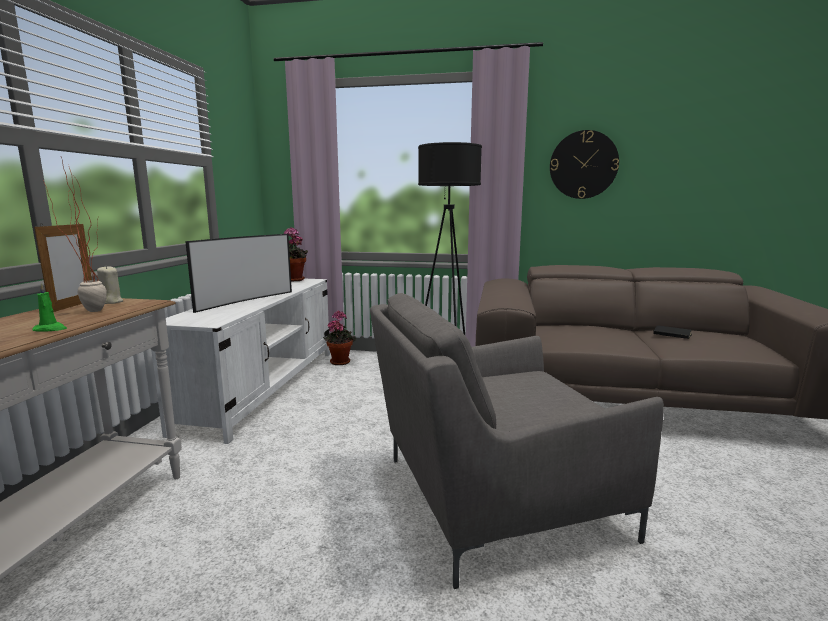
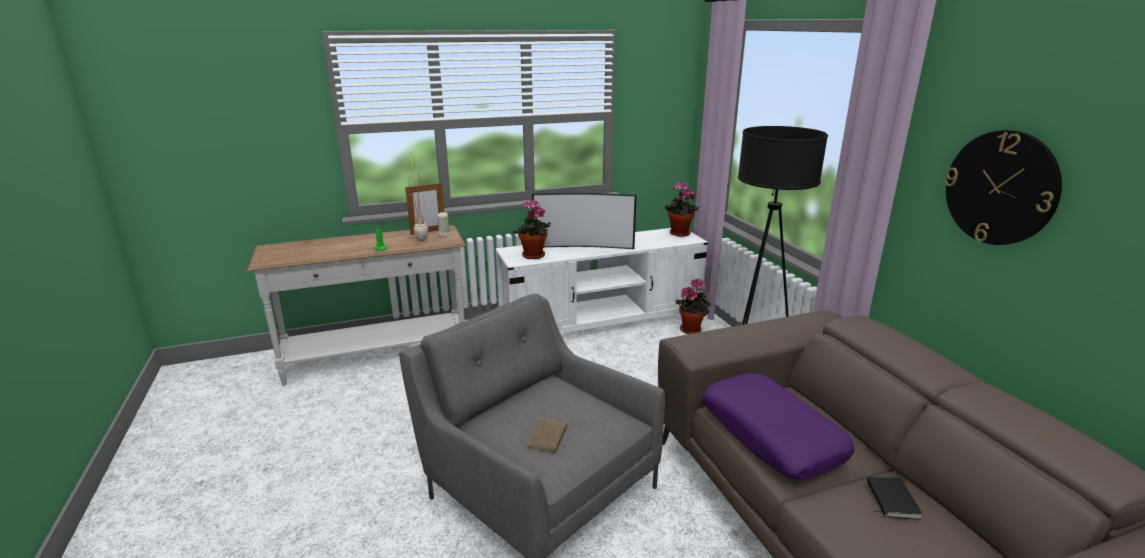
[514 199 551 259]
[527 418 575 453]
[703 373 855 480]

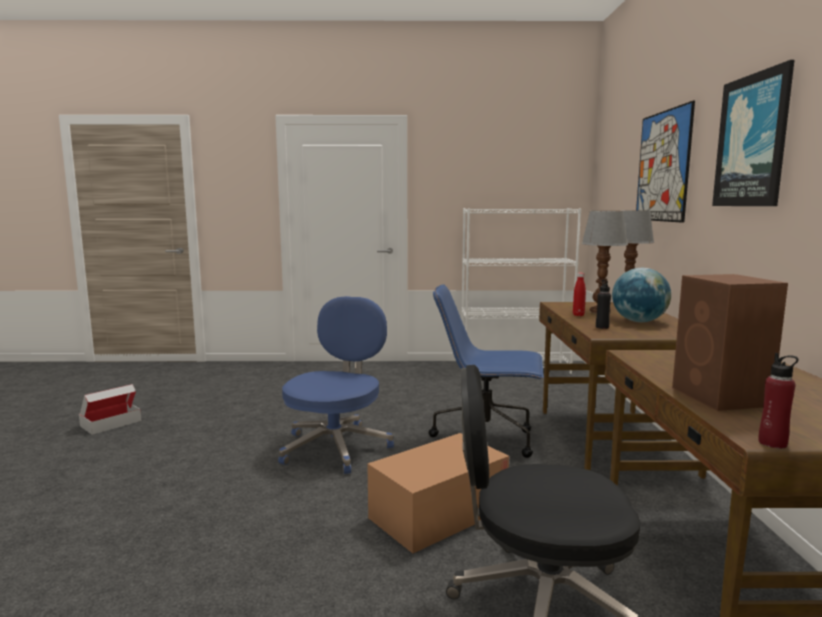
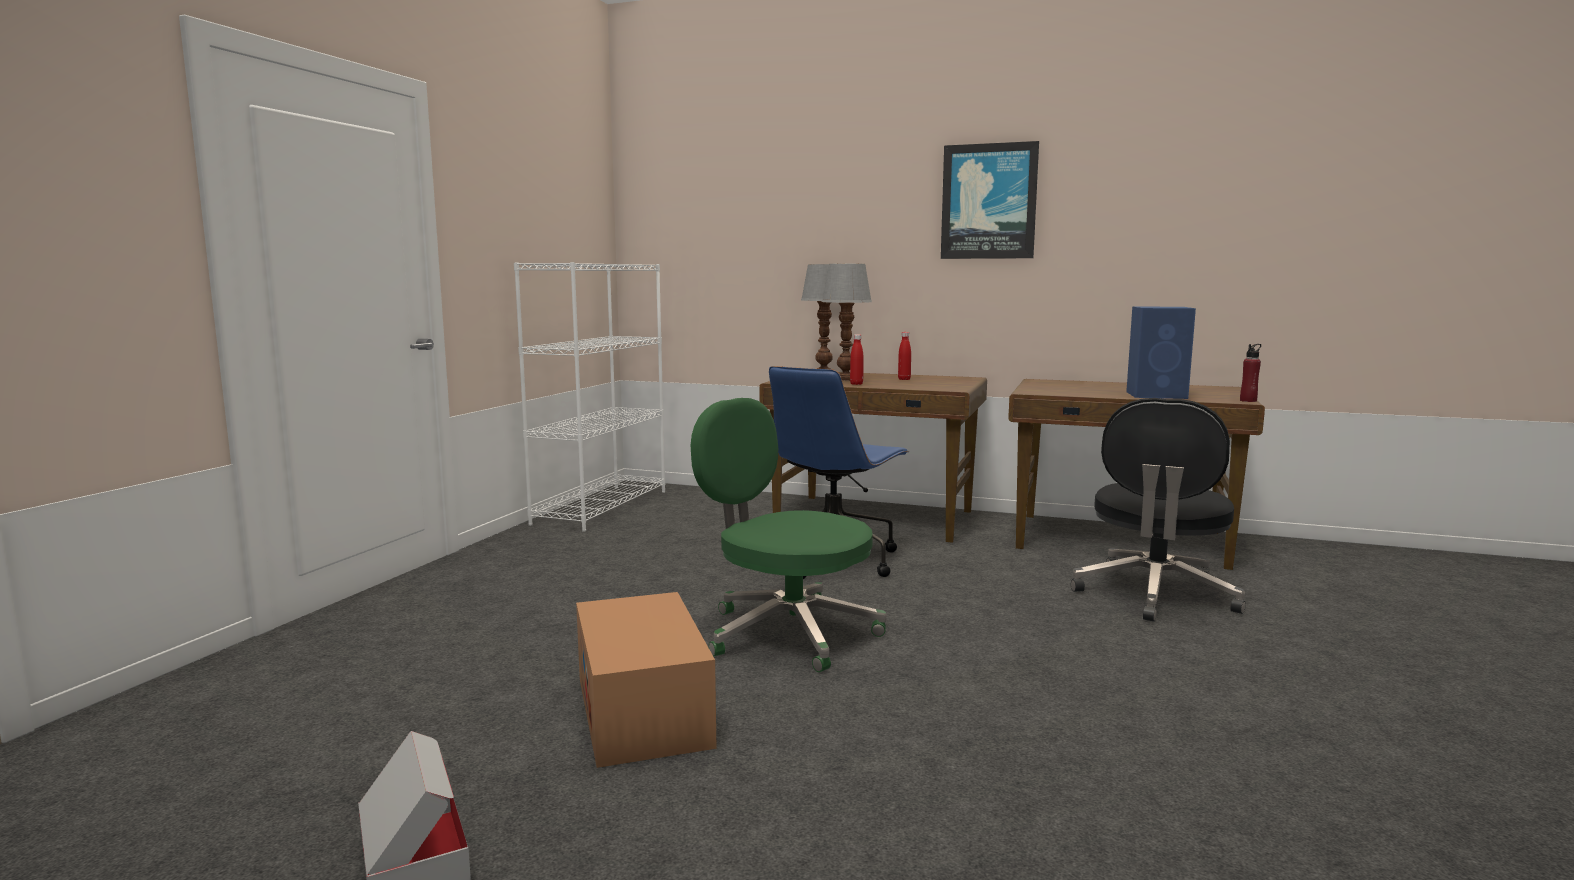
[691 398 887 672]
[576 592 717 768]
[596 280 611 329] (first image)
[898 332 911 380]
[636 101 695 223] (first image)
[1126 306 1196 399]

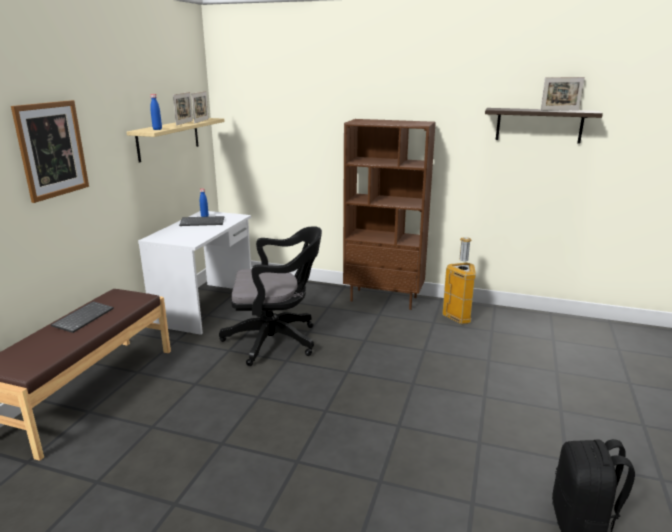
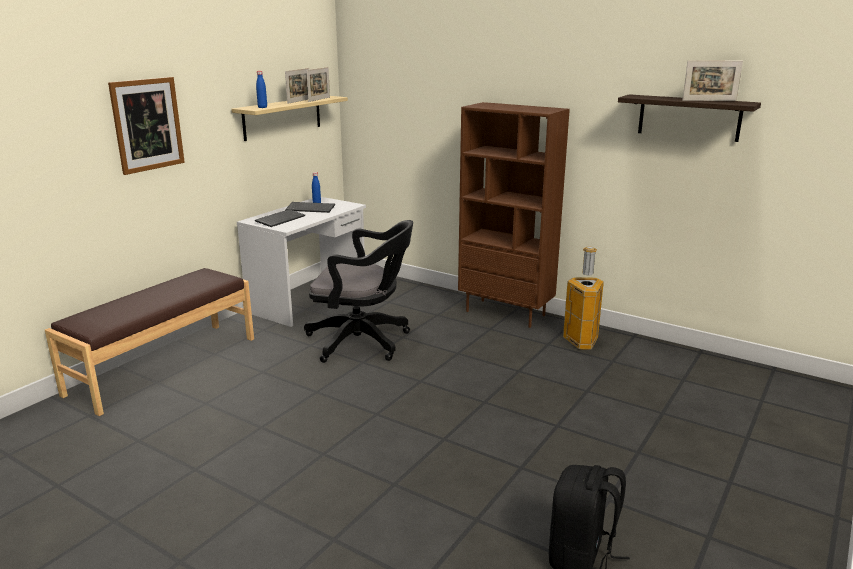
[255 209 305 227]

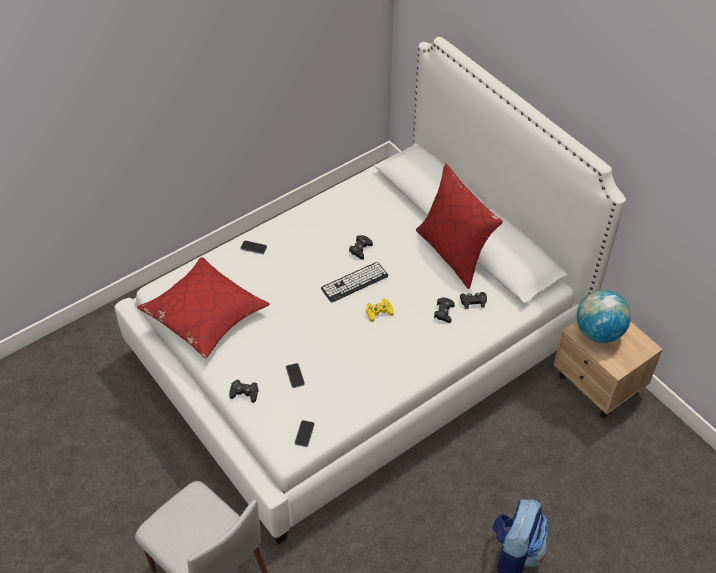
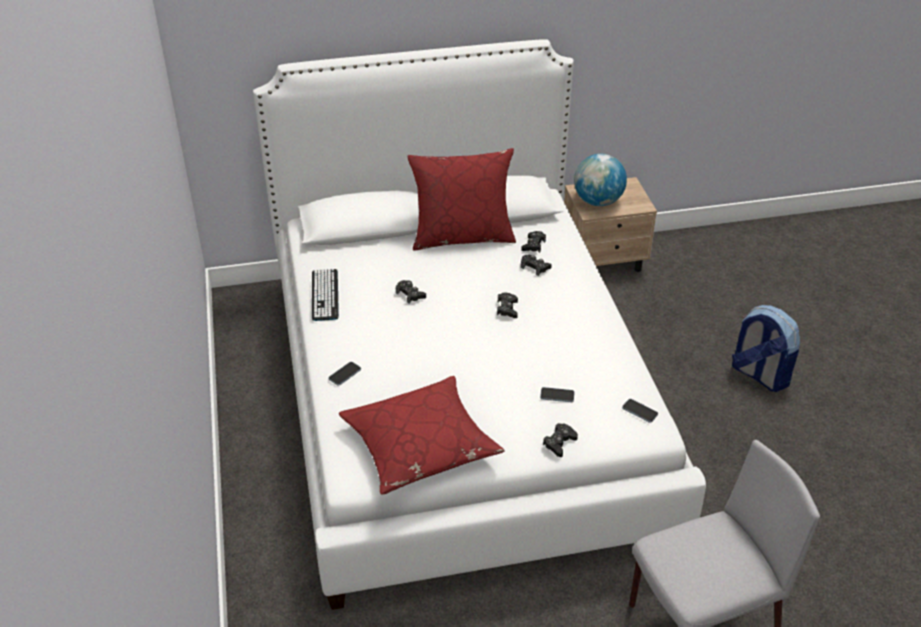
[312 269 339 321]
[497 292 518 318]

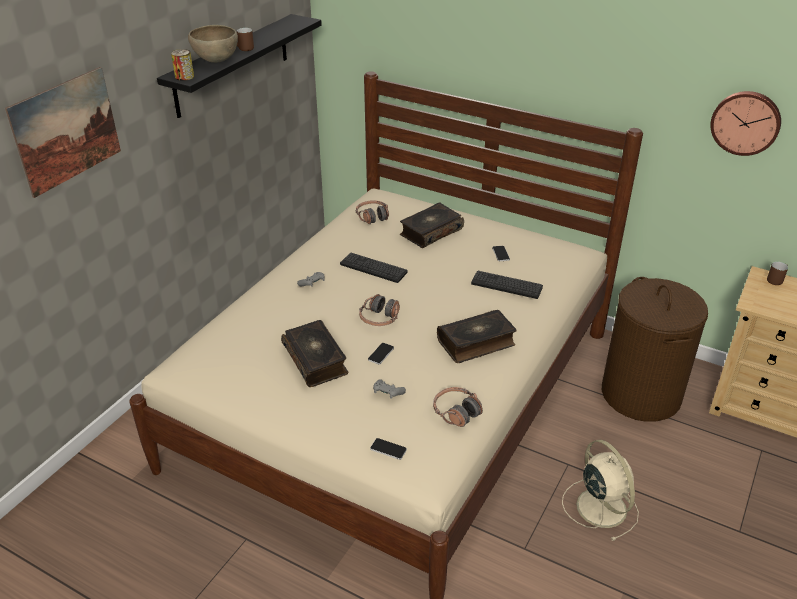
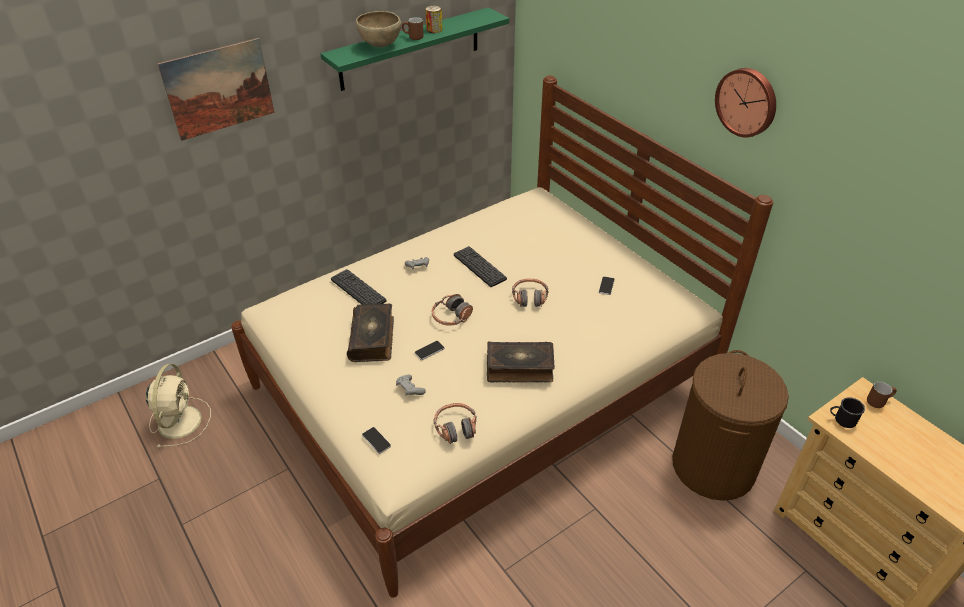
[320 7 509 91]
[425 6 442 33]
[512 278 549 307]
[400 203 464 248] (first image)
[331 269 387 305]
[146 364 211 448]
[715 68 776 138]
[830 397 865 428]

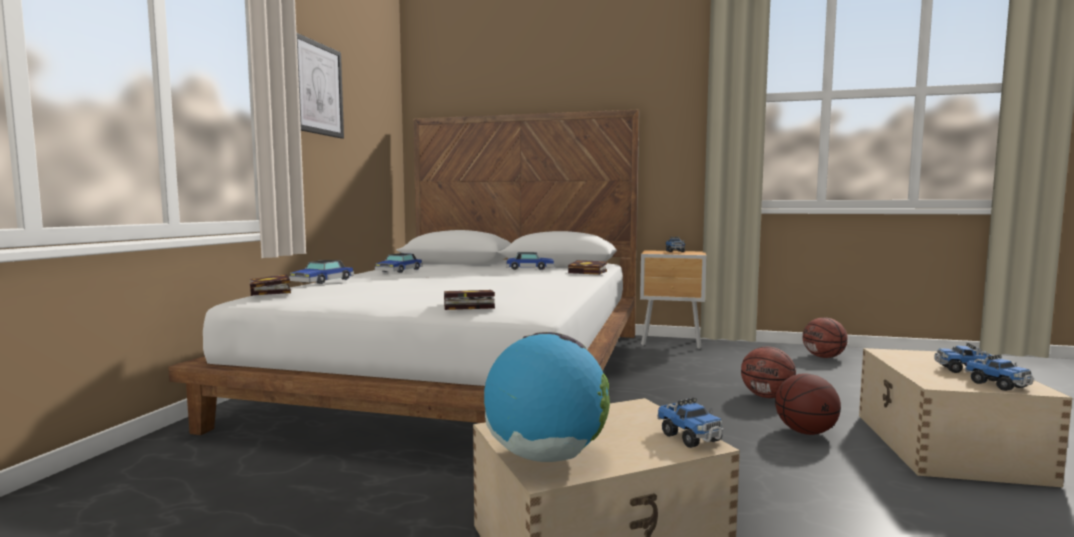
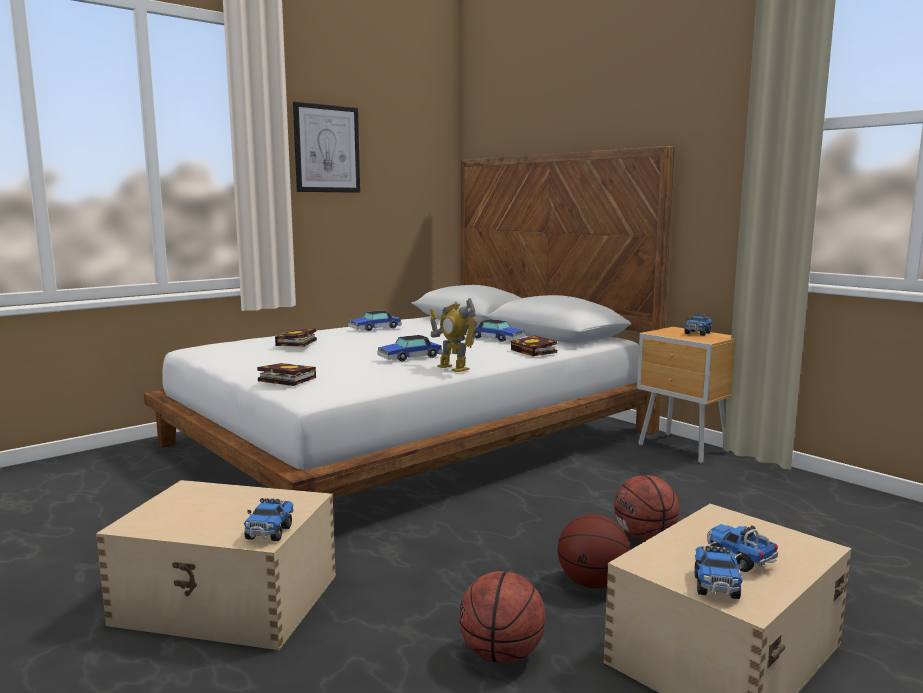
[275 329 317 347]
[377 335 442 361]
[484 332 610 462] (first image)
[459 571 545 664]
[430 298 478 372]

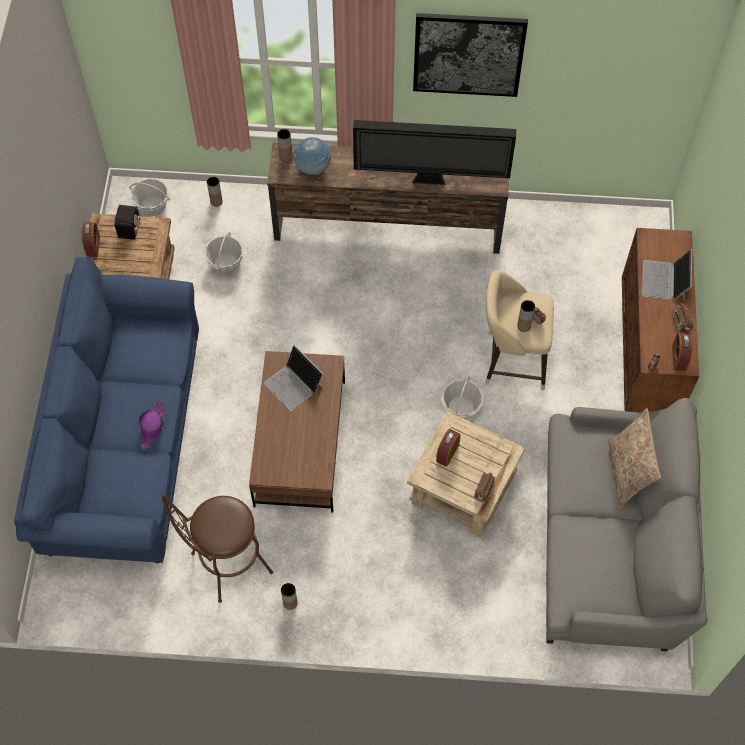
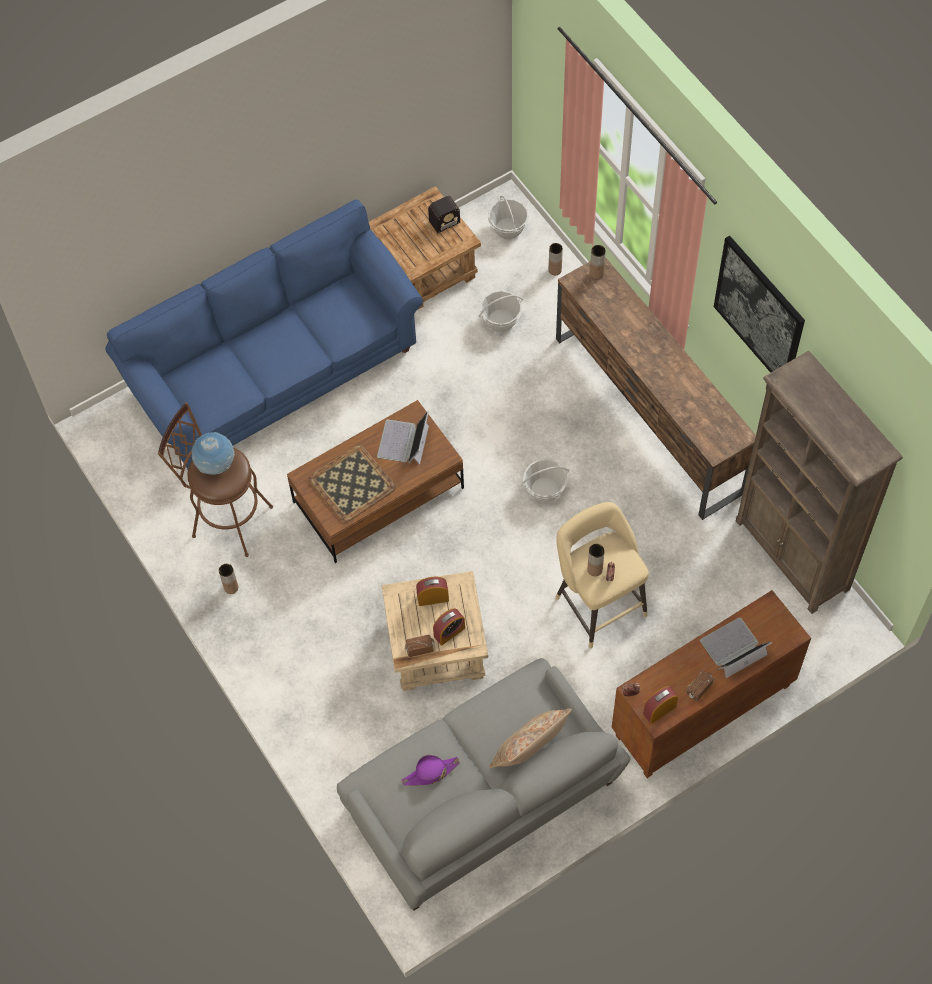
[433 608 465 645]
[401 755 460 785]
[192 432 235 475]
[353 120 516 185] (first image)
[521 459 569 502]
[308 445 396 522]
[736 351 903 614]

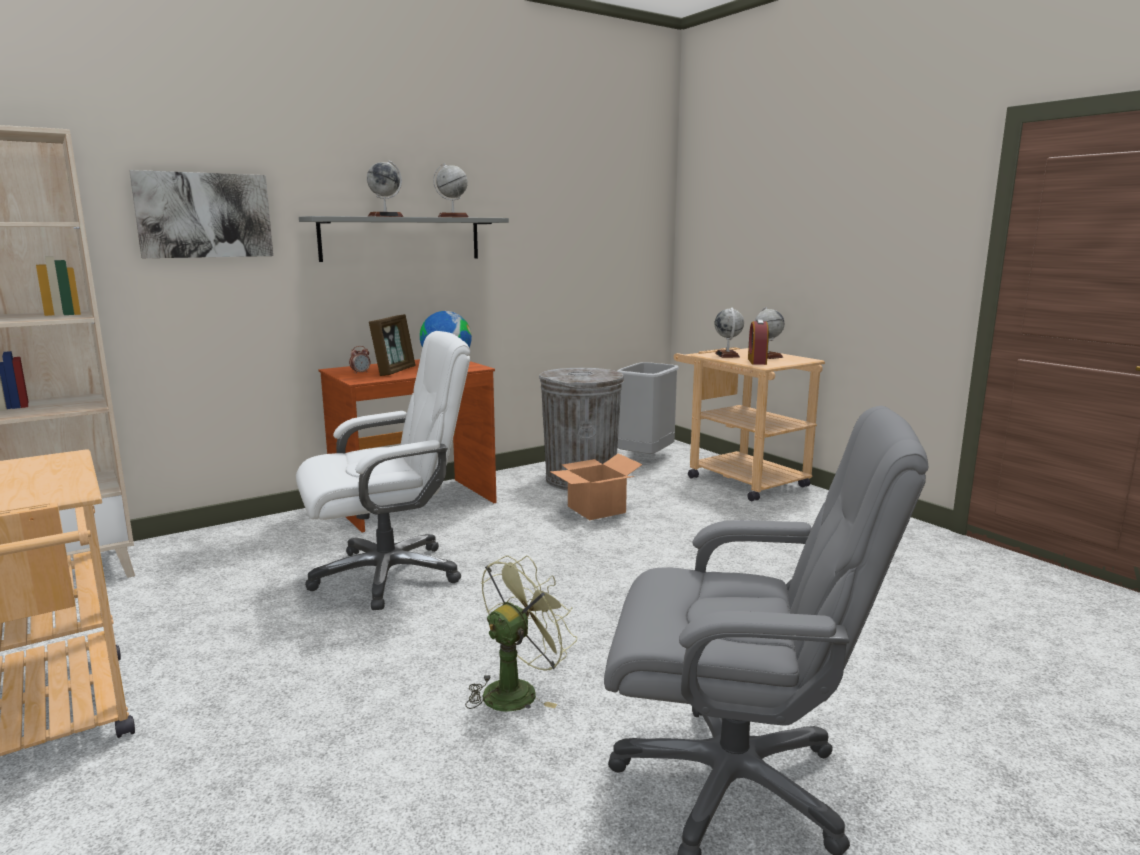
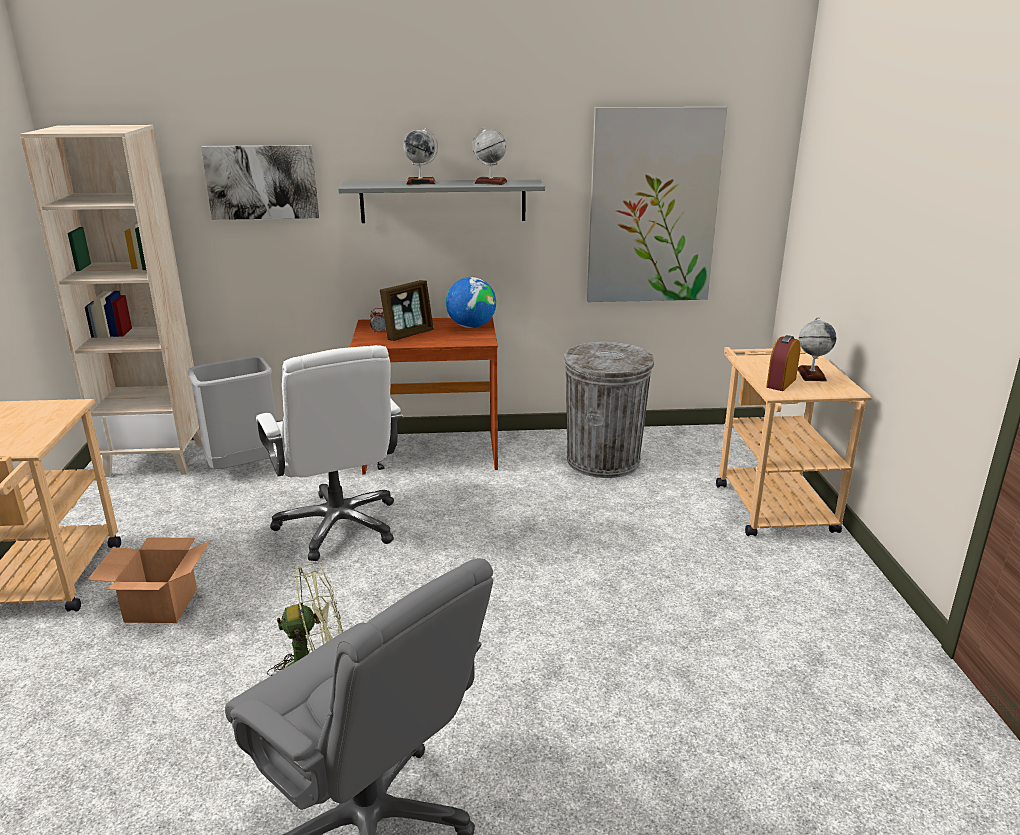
[256 345 403 561]
[87 537 211 623]
[187 357 277 469]
[714 307 744 358] (first image)
[587 107 727 302]

